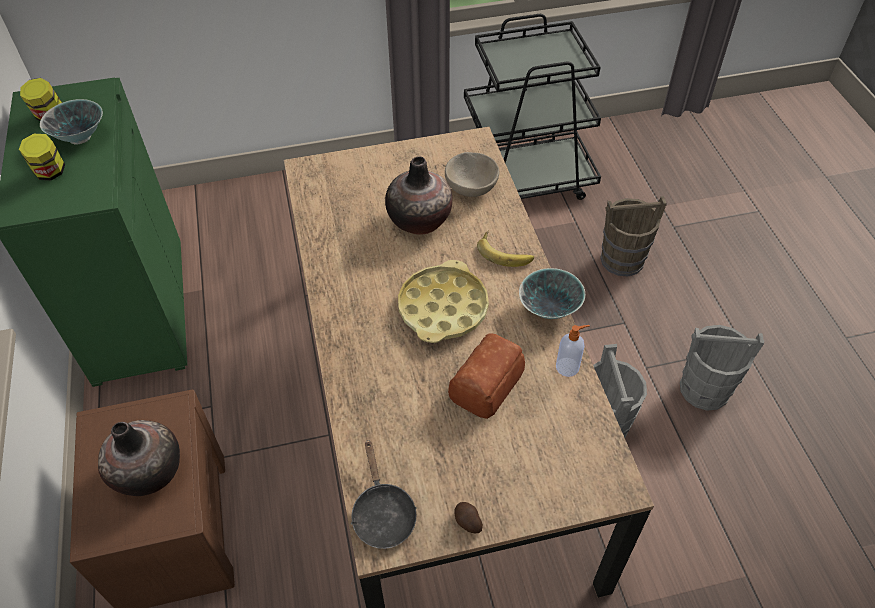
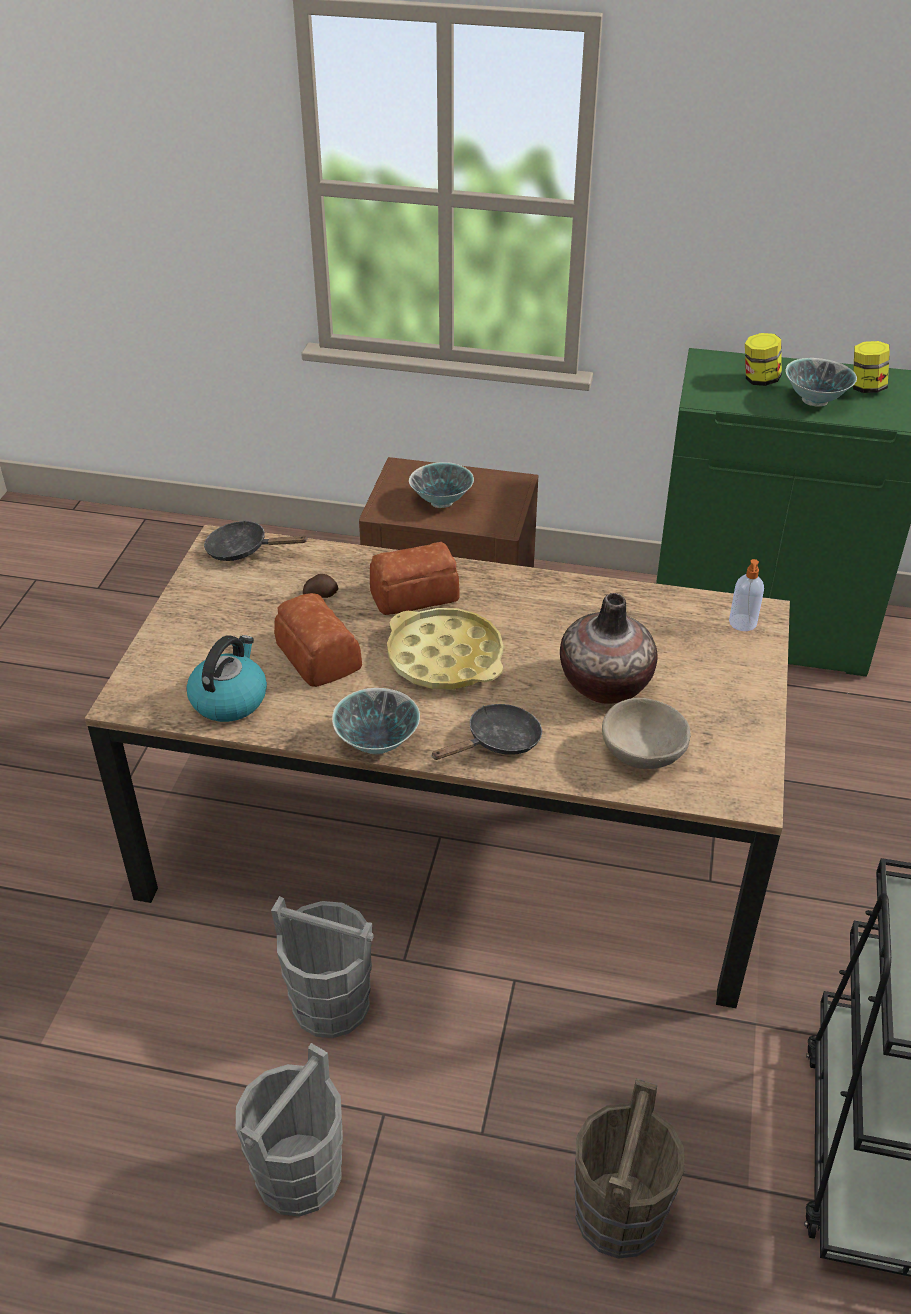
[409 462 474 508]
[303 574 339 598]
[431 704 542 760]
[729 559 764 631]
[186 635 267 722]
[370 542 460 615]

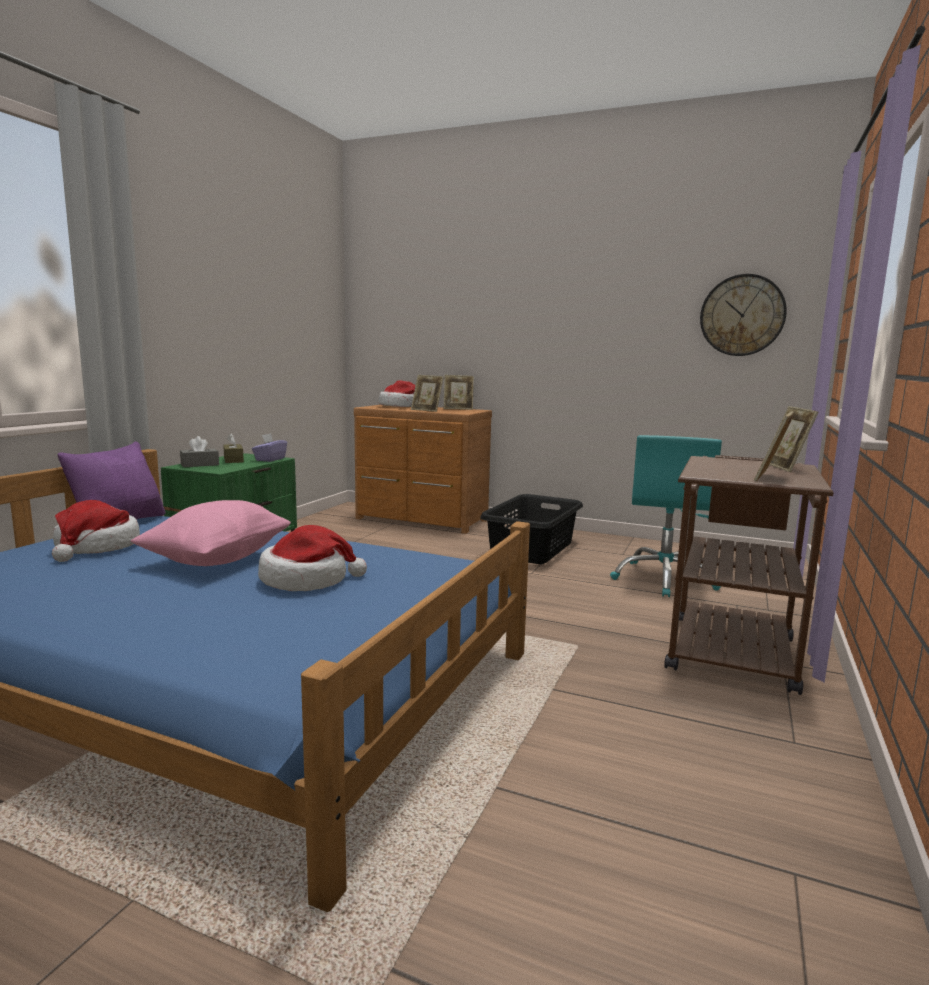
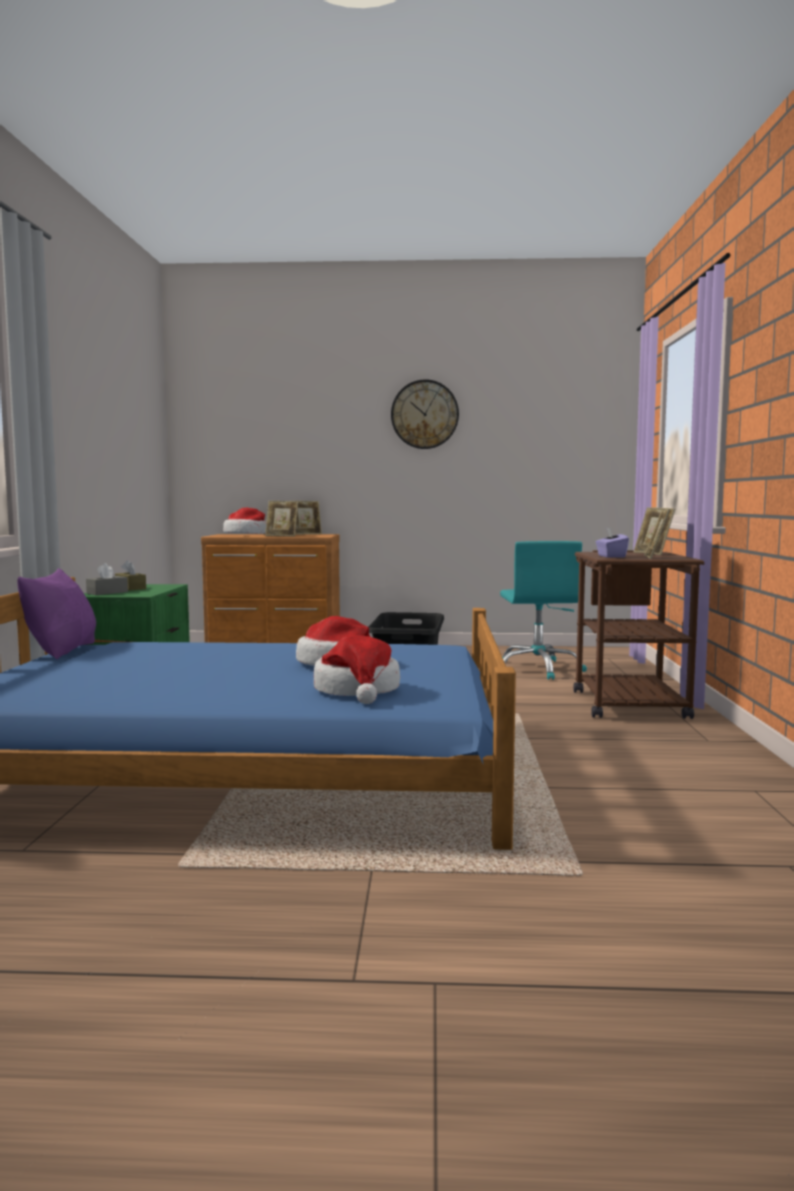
[314 635 400 704]
[131 500 291 566] (first image)
[595 527 629 558]
[391 379 459 449]

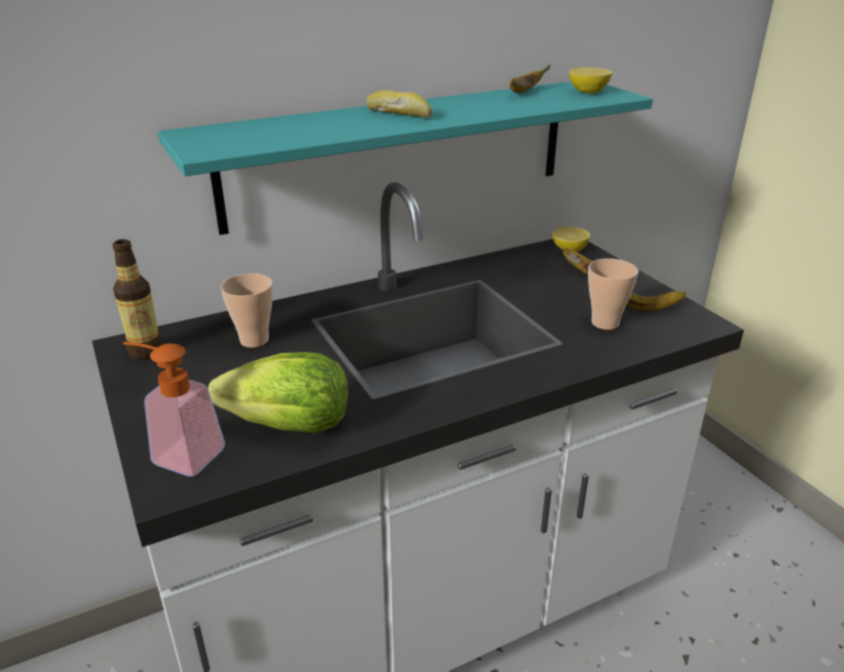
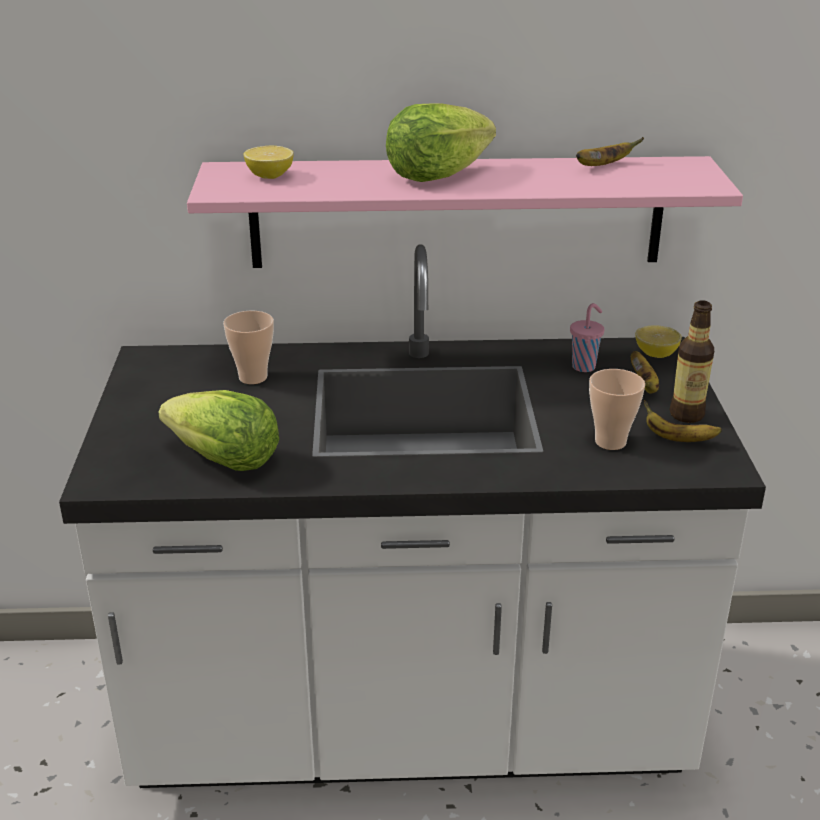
[670 300 714 423]
[123 342 225 477] (first image)
[187 156 743 268]
[386 103 496 182]
[244 146 294 179]
[570 303 604 372]

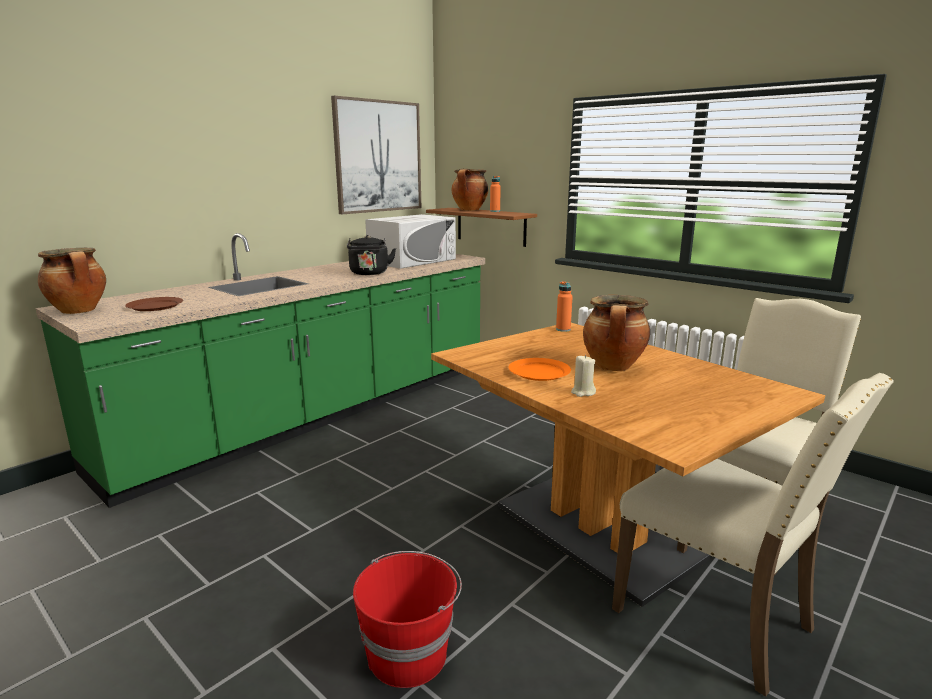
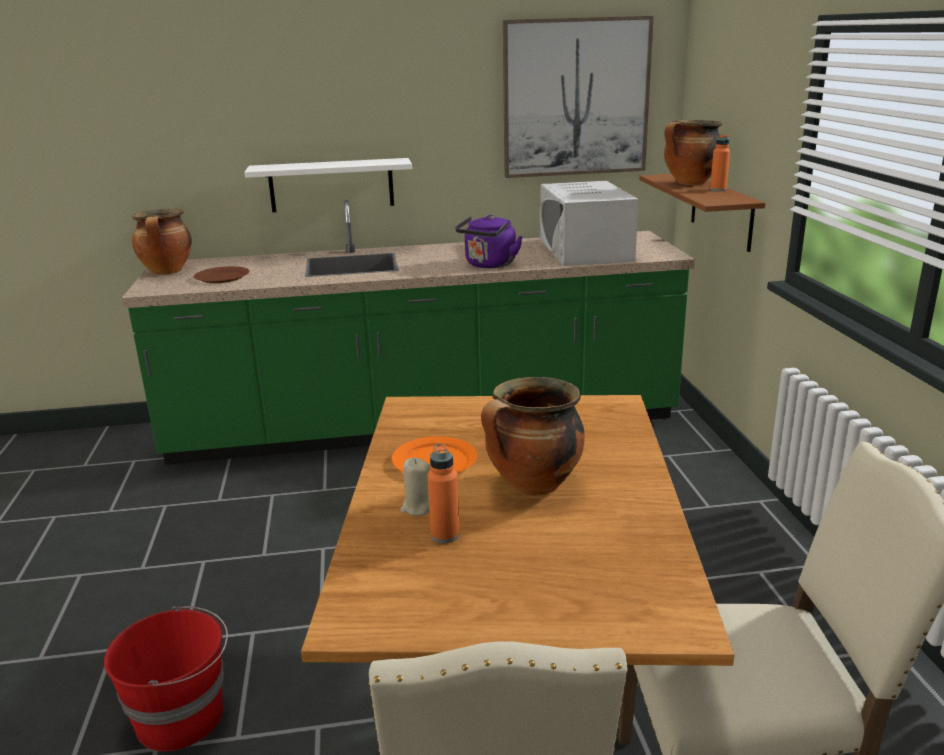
[455 215 522 268]
[539 181 639 266]
[428 444 460 543]
[244 158 412 212]

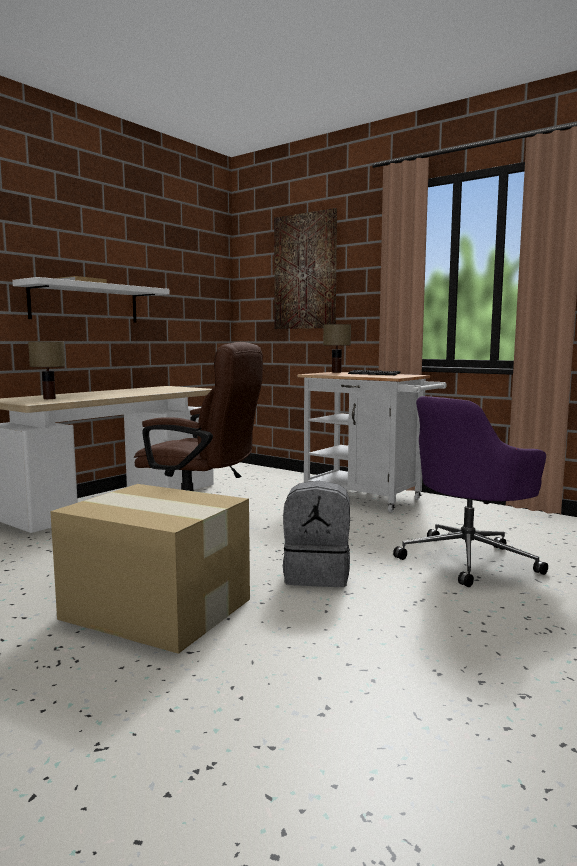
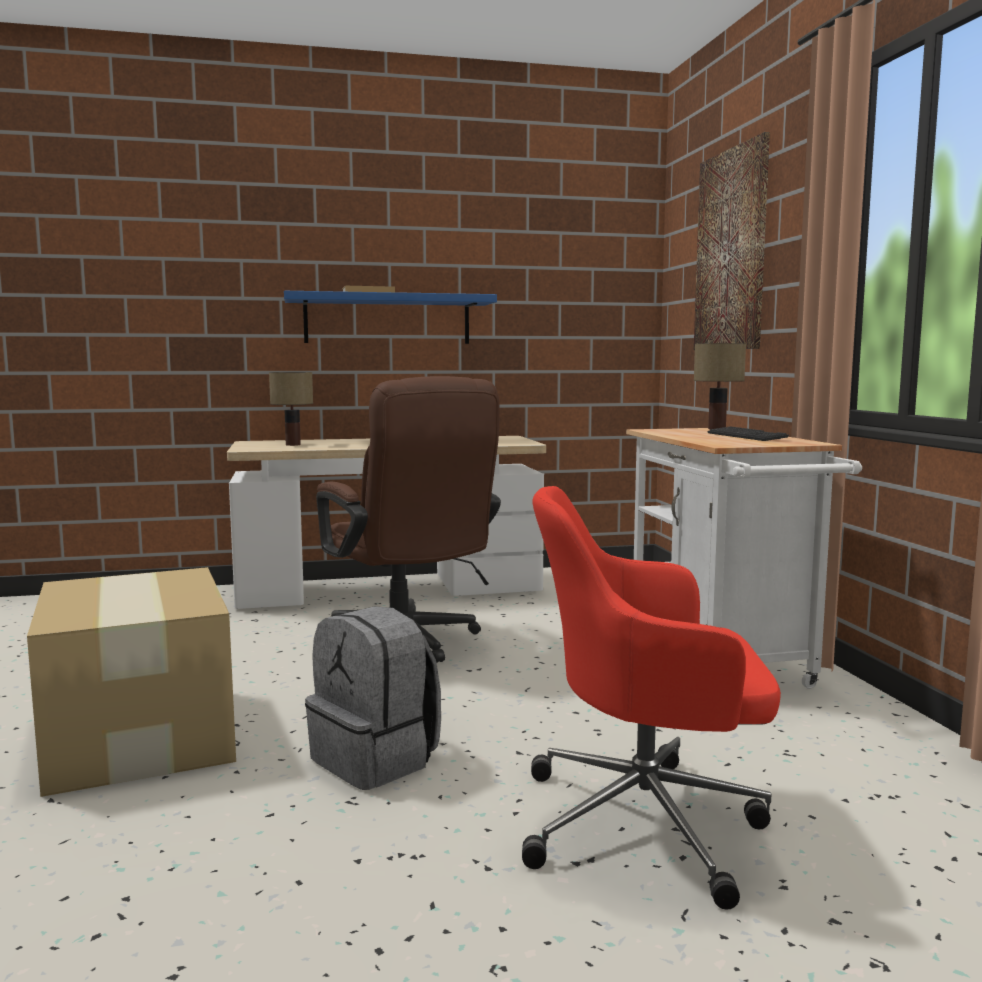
[284 291 497 344]
[522 486 781 910]

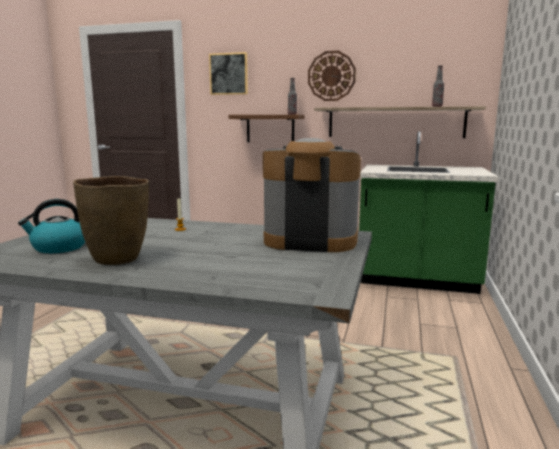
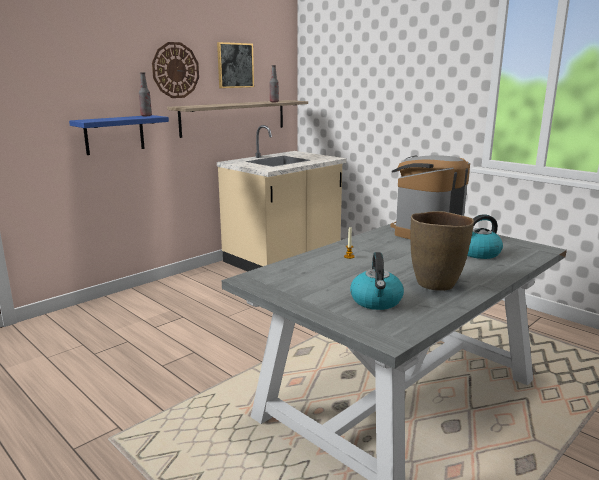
[217 42 254 88]
[69 115 169 155]
[217 125 347 271]
[467 214 503 259]

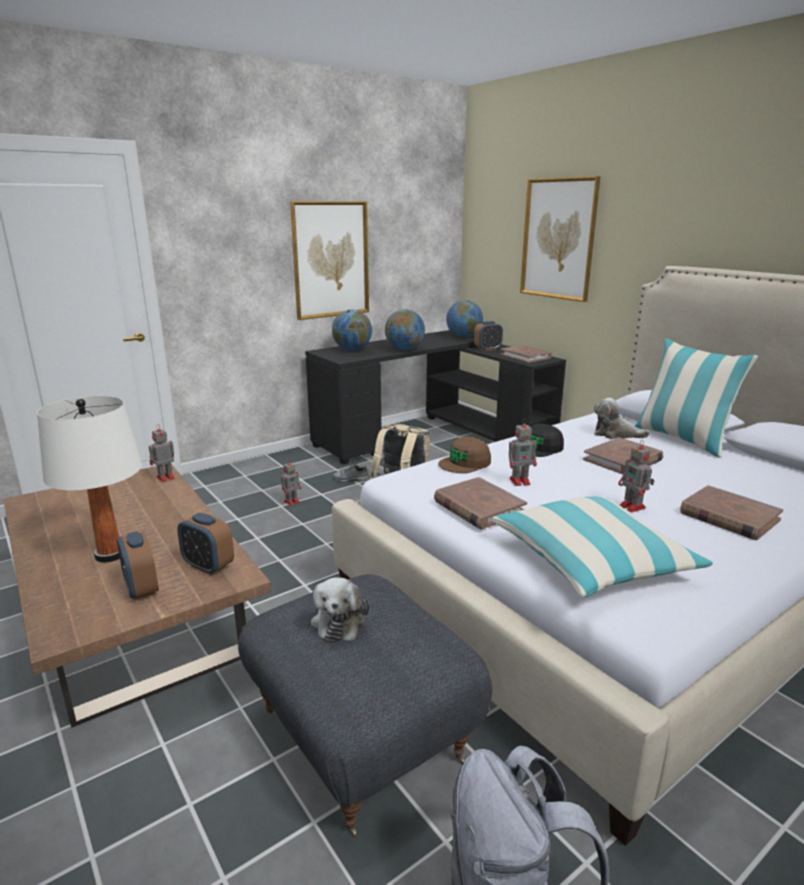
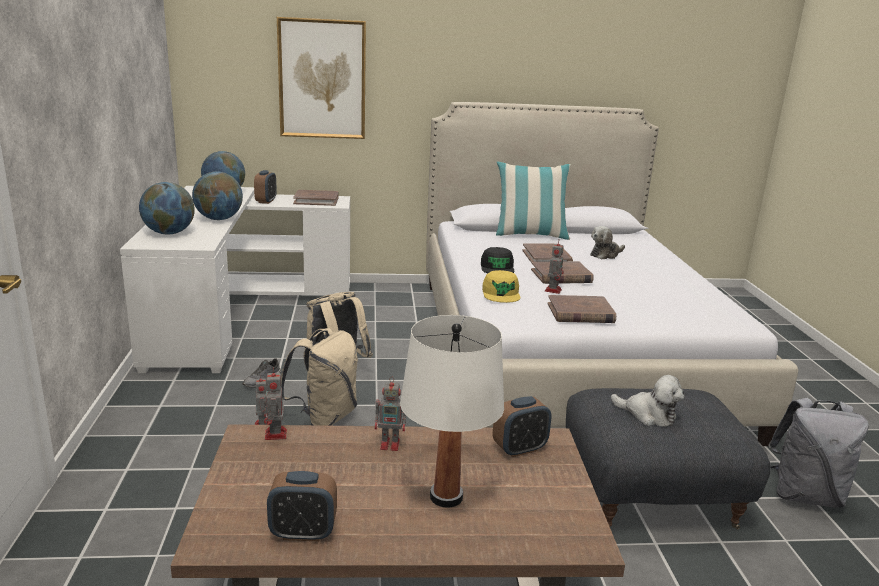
[267 471 337 541]
[290 201 369 320] (first image)
[120 186 350 373]
[482 270 520 303]
[491 496 713 598] (first image)
[590 226 625 259]
[375 377 406 451]
[531 261 594 284]
[281 328 358 426]

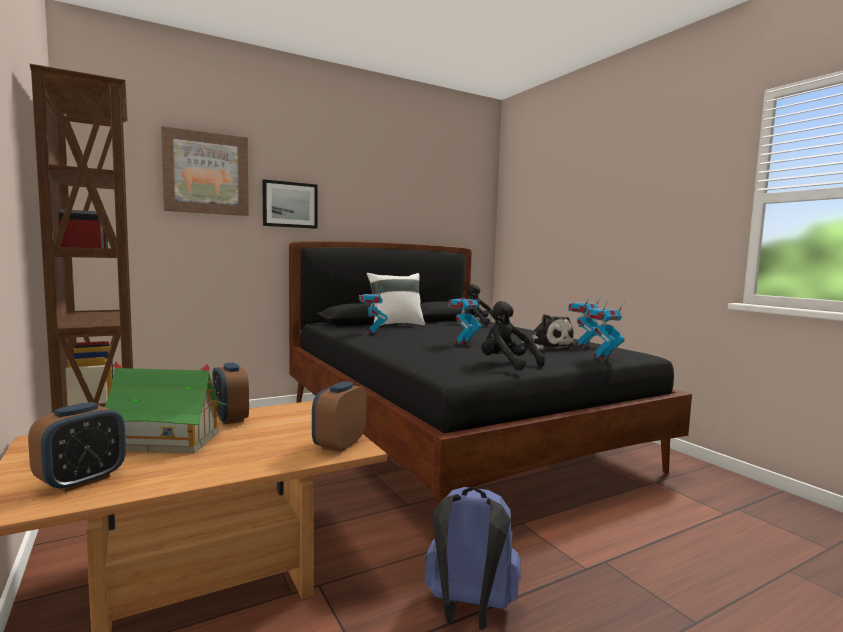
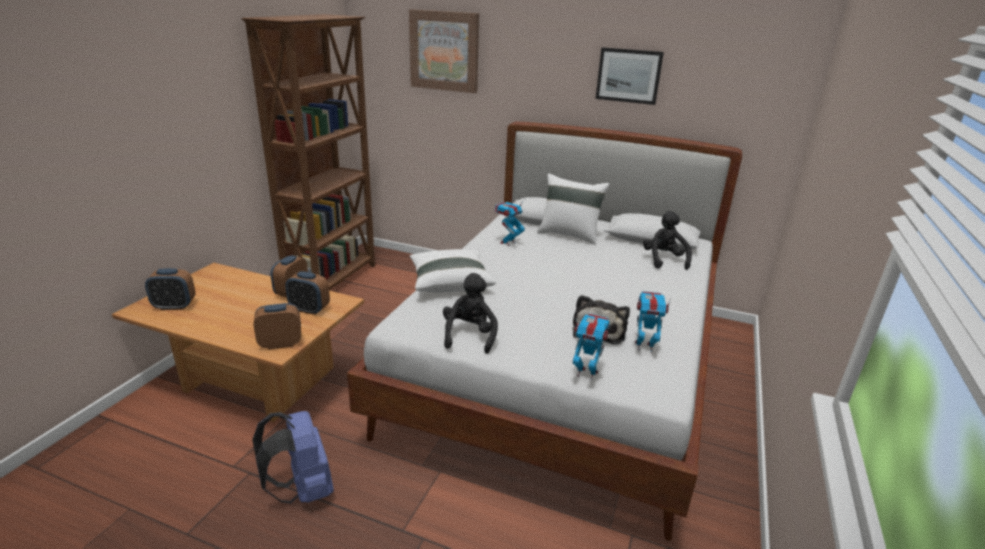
[105 361 227 453] (first image)
[596 47 664 105]
[347 122 742 541]
[448 292 481 345] (first image)
[285 271 330 315]
[410 249 496 292]

